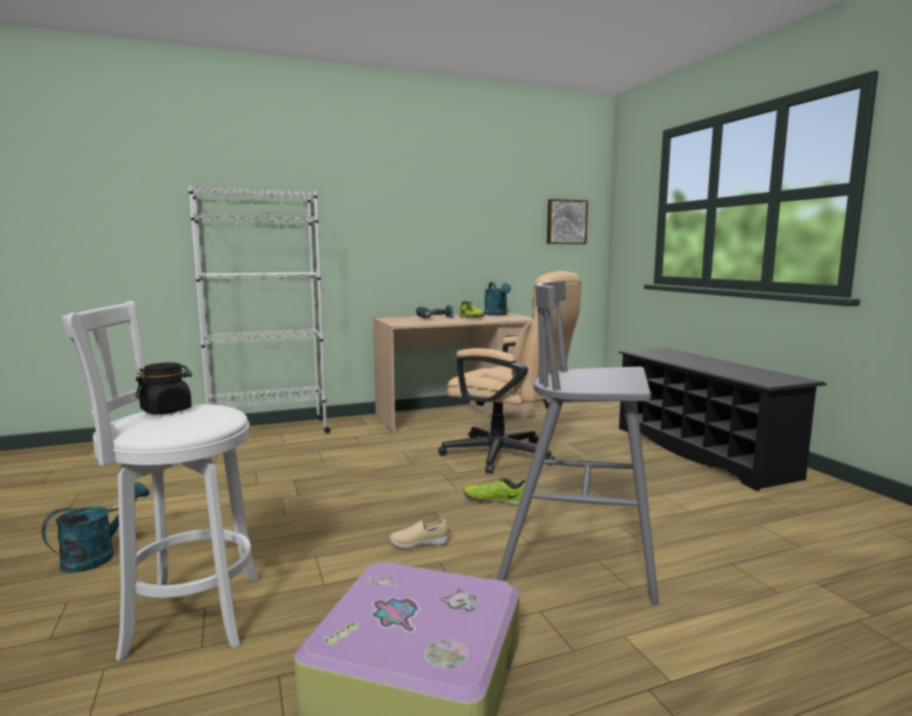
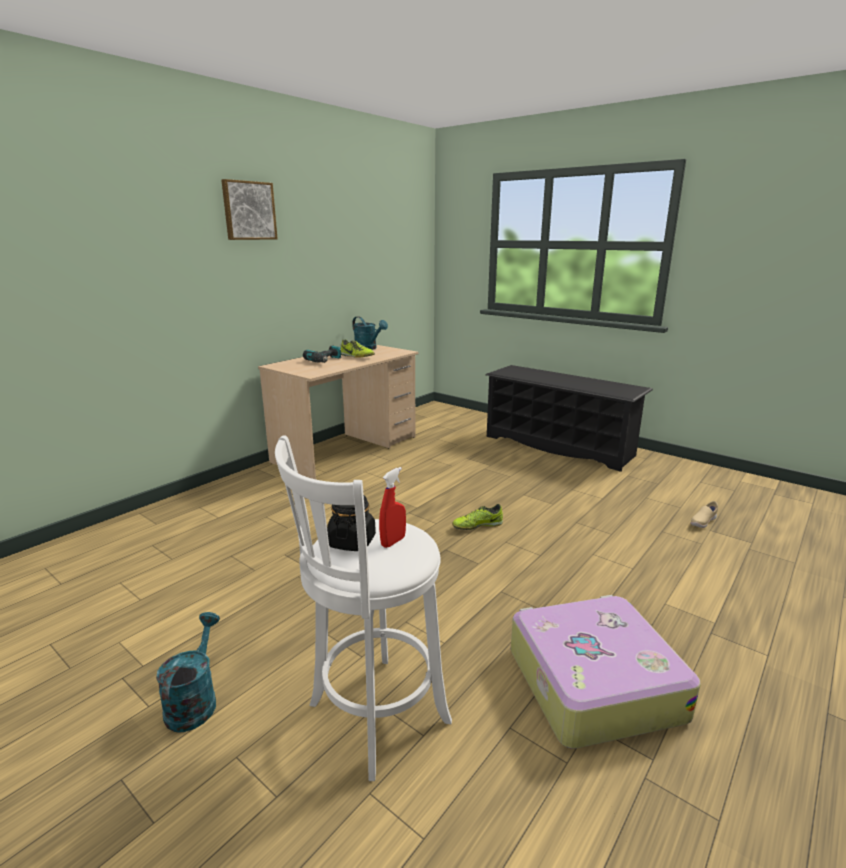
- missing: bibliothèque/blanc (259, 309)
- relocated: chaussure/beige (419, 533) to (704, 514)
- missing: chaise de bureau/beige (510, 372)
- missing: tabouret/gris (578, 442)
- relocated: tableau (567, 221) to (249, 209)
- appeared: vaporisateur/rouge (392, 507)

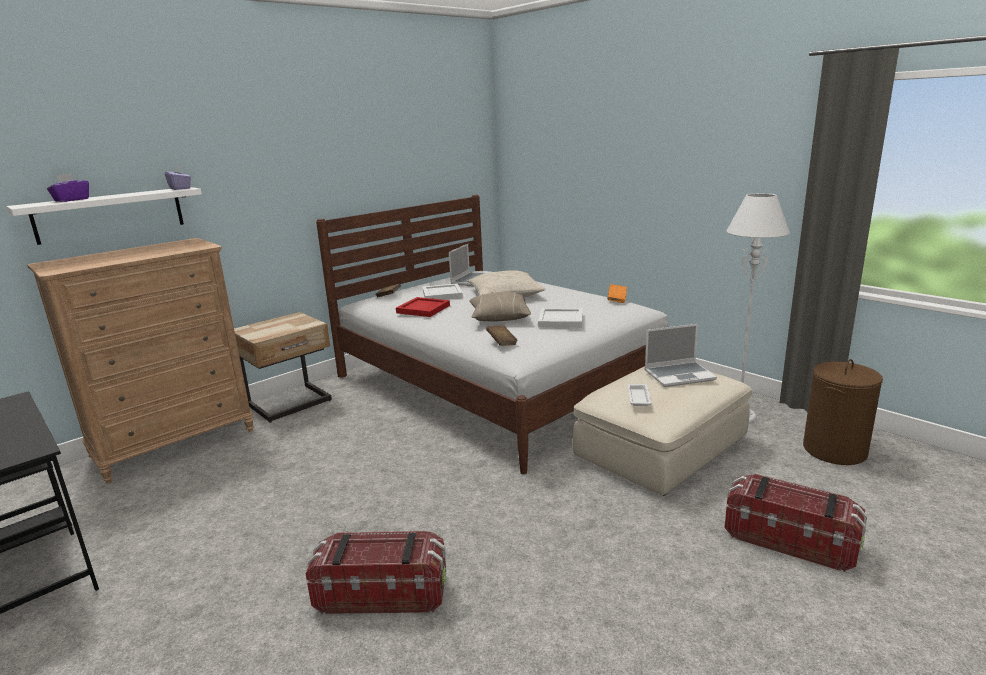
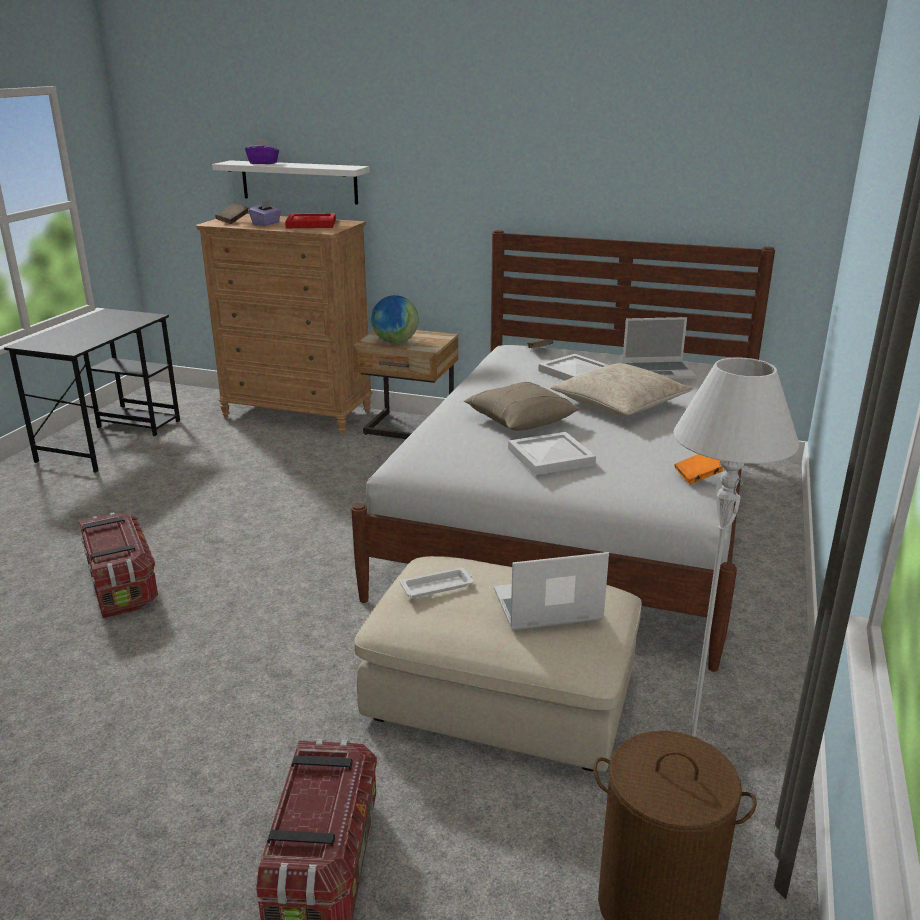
- relocated: boîte à mouchoirs/violet (178, 177) to (265, 213)
- relocated: plateau/rouge (423, 307) to (310, 220)
- relocated: livre/marron (502, 335) to (232, 213)
- spun: ordinateur portable (680, 355) = (551, 591) 120 degrees clockwise
- appeared: globe (395, 319)

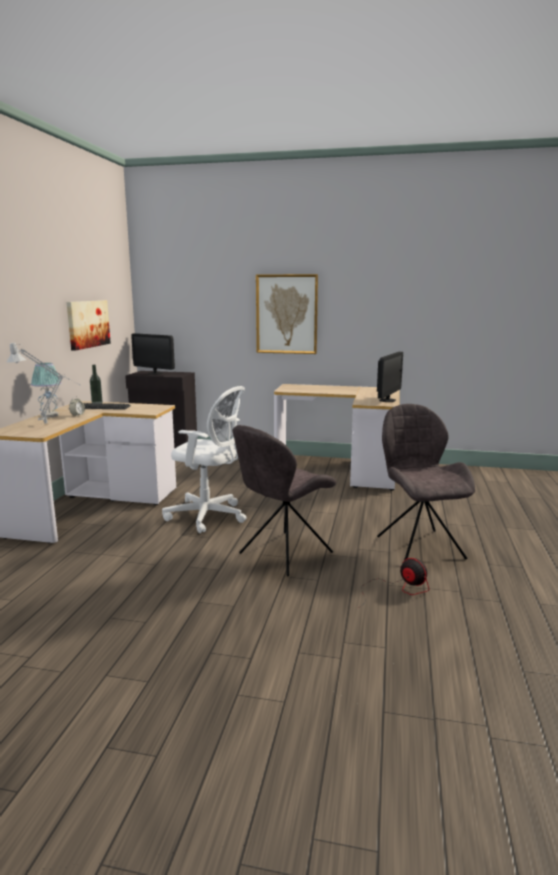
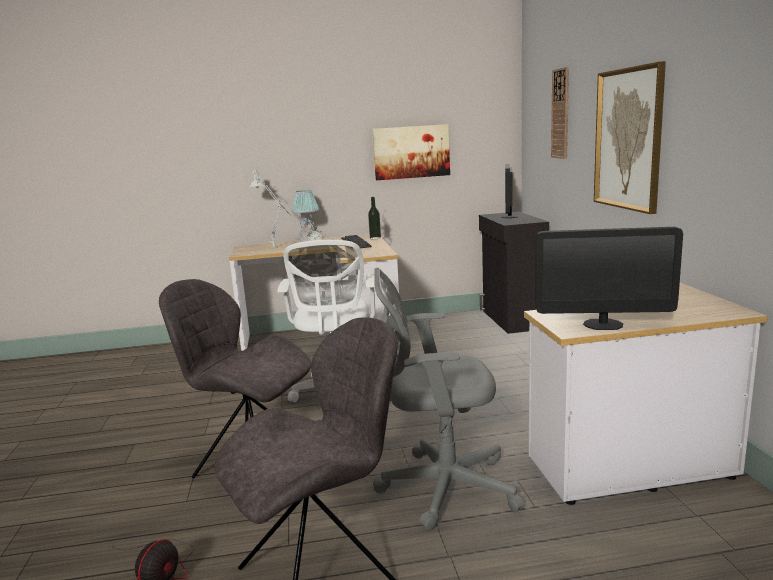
- appeared: chaise de bureau/gris (449, 398)
- appeared: horloge murale (560, 113)

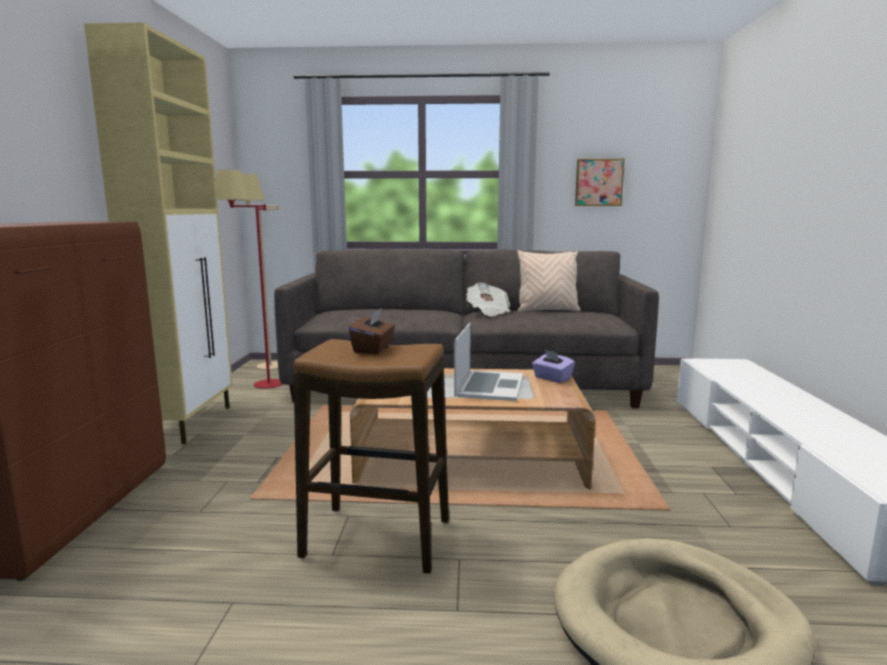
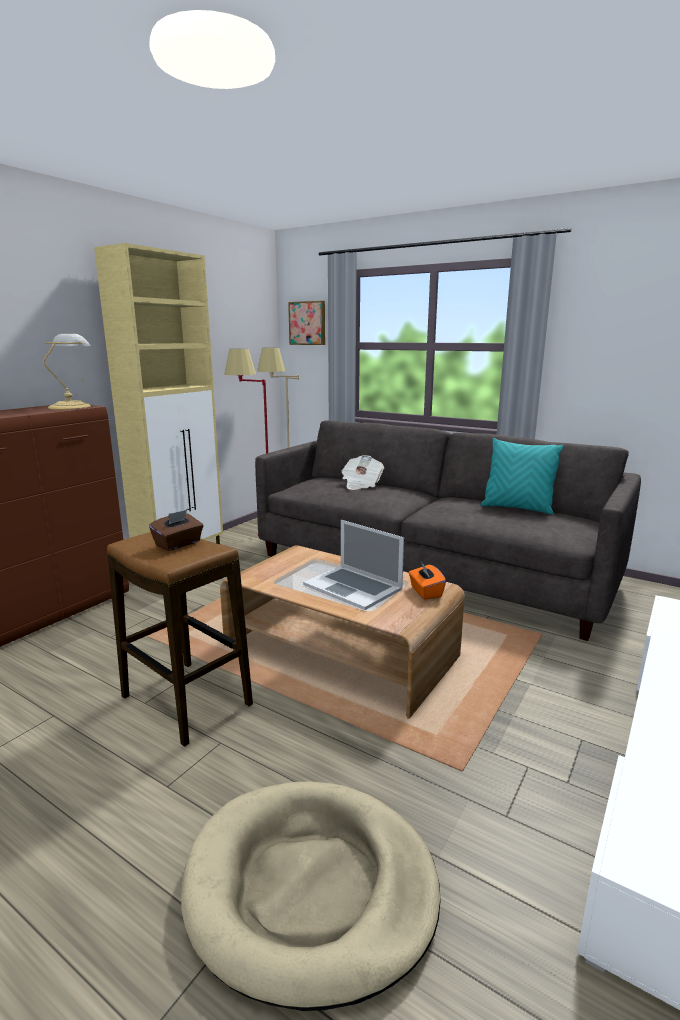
- spun: ordinateur portable (488, 361) = (353, 565) 90 degrees clockwise
- relocated: journal (488, 299) to (362, 472)
- colour: coussin/beige (549, 281) to coussin/turquoise (522, 476)
- colour: boîte à mouchoirs/violet (553, 366) to boîte à mouchoirs/orange (427, 580)
- relocated: tableau (600, 182) to (306, 323)
- appeared: lampe de table (67, 372)

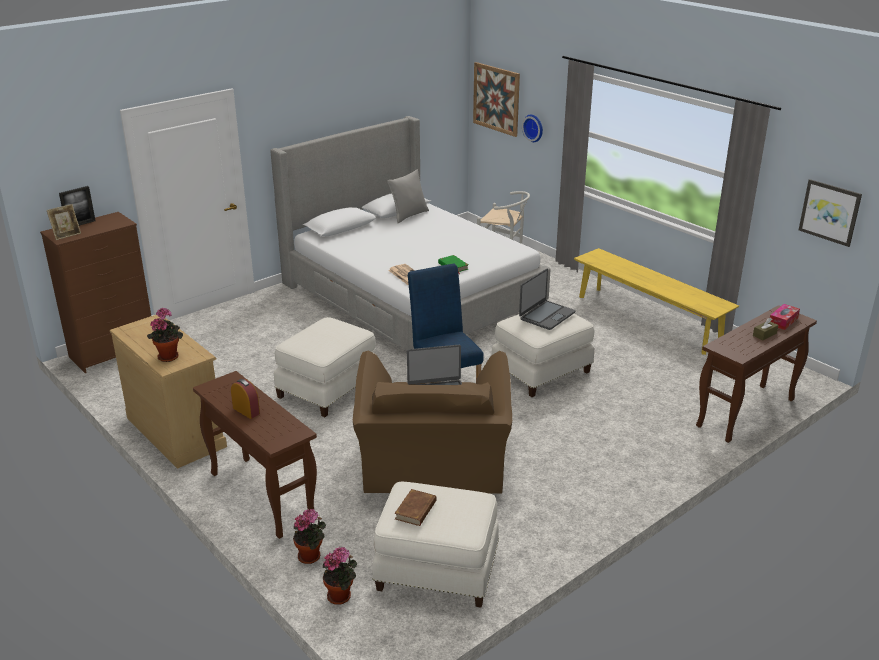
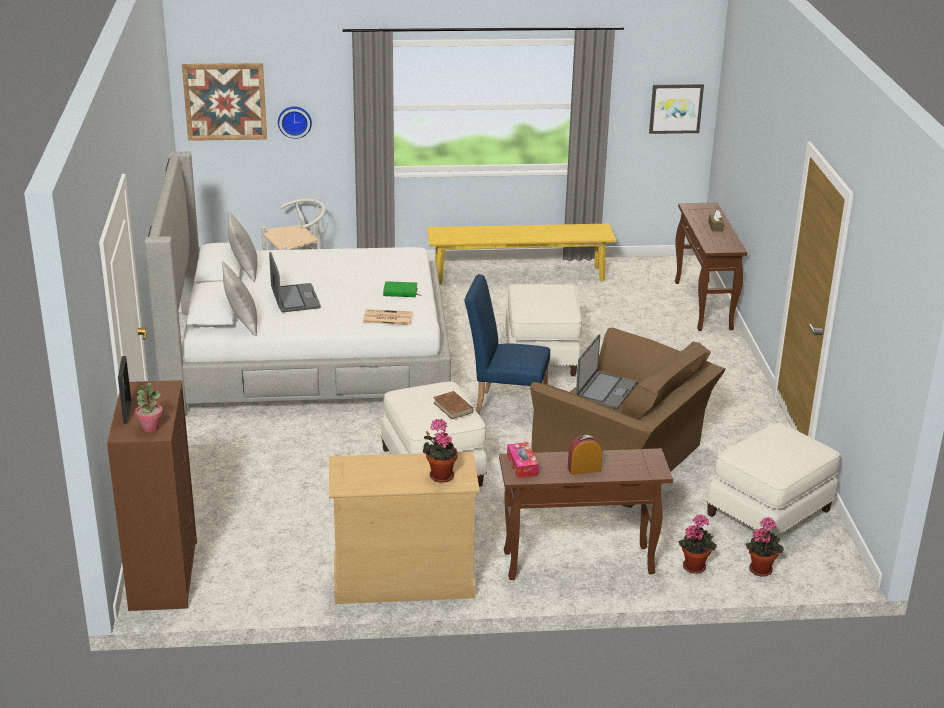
- exchanged: cadre photo (64, 222) to plante en pot (149, 407)
- relocated: livre/marron (415, 507) to (453, 405)
- relocated: ordinateur portable (547, 299) to (295, 282)
- relocated: boîte à mouchoirs (785, 317) to (523, 460)
- appeared: coussin/gris (239, 298)

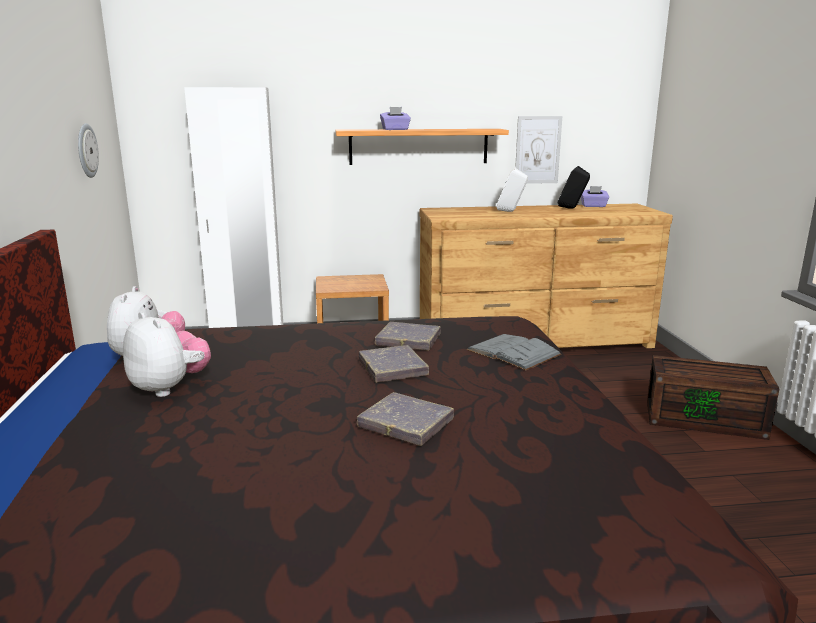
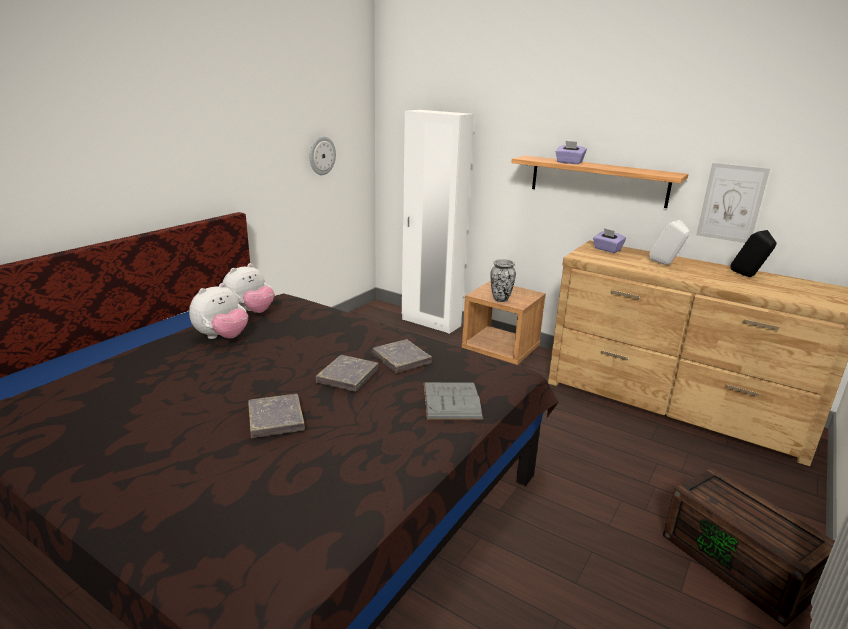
- spun: peluche (167, 354) = (218, 311) 45 degrees clockwise
- relocated: boîte à mouchoirs/violet (595, 196) to (609, 240)
- appeared: vase (503, 280)

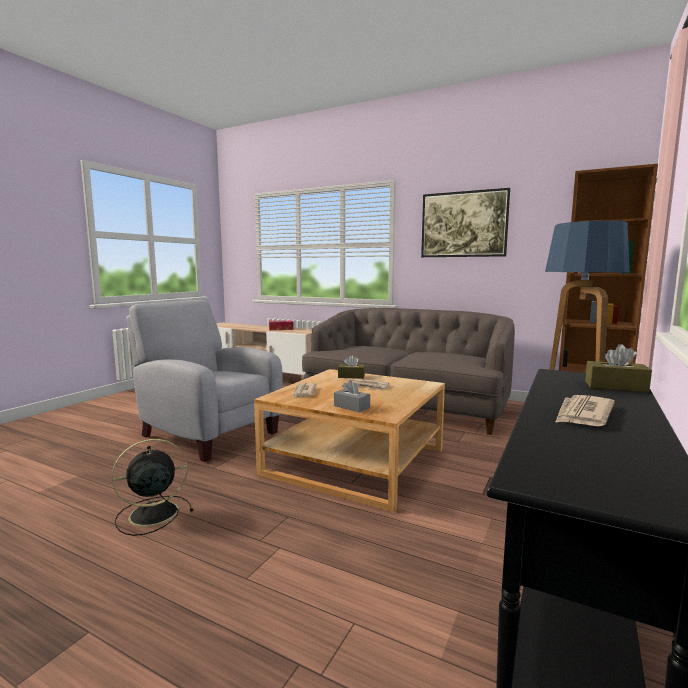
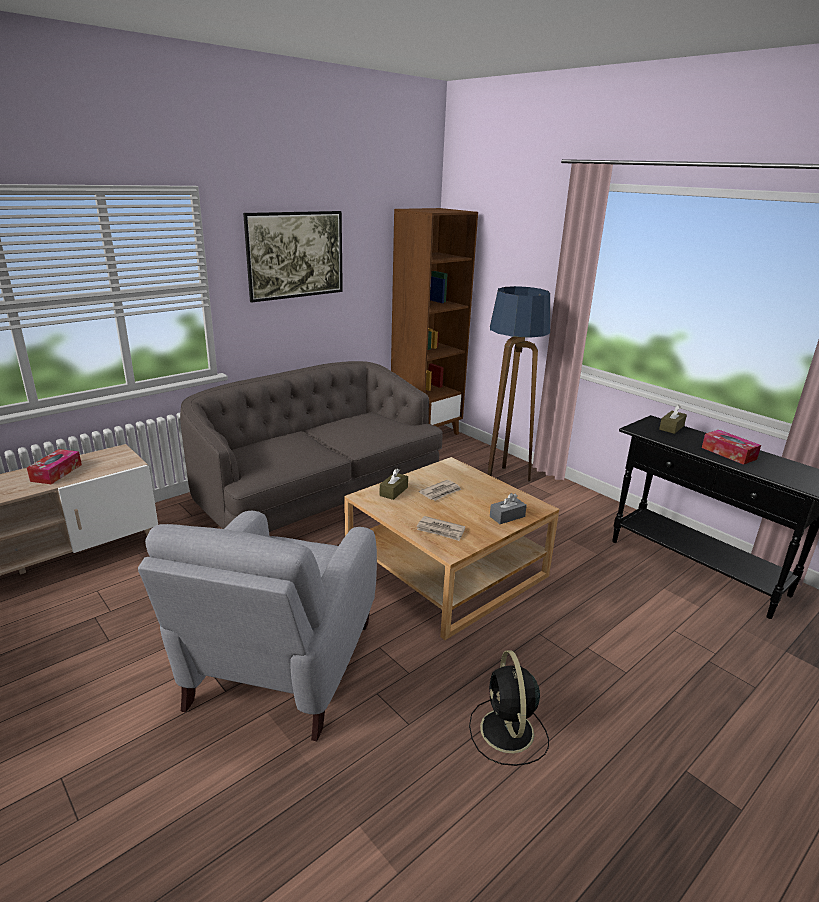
- spun: fauteuil/gris (204, 381) = (257, 626) 45 degrees counterclockwise
- exchanged: journal (585, 410) to boîte à mouchoirs (731, 447)

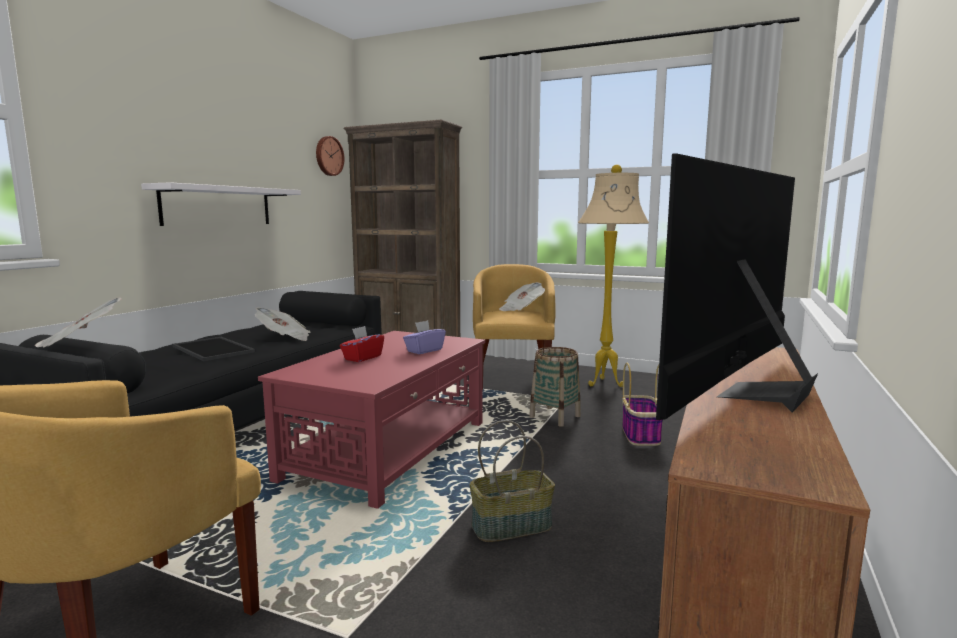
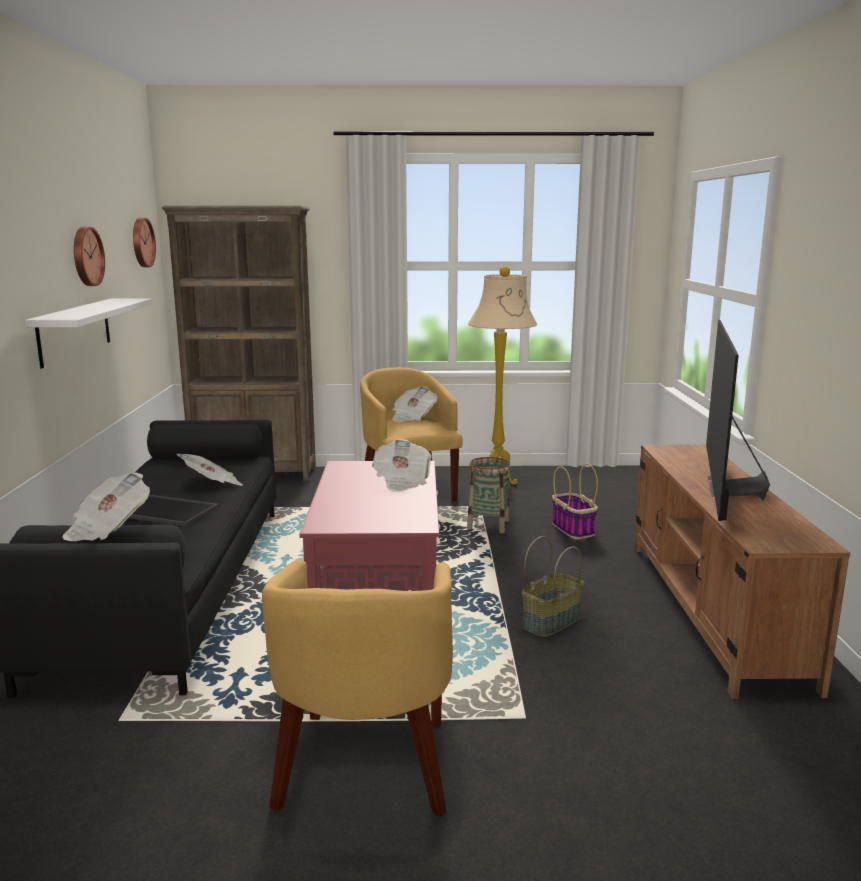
- missing: boîte à mouchoirs/rouge (362, 344)
- exchanged: boîte à mouchoirs/violet (424, 337) to journal (402, 465)
- appeared: horloge murale (89, 256)

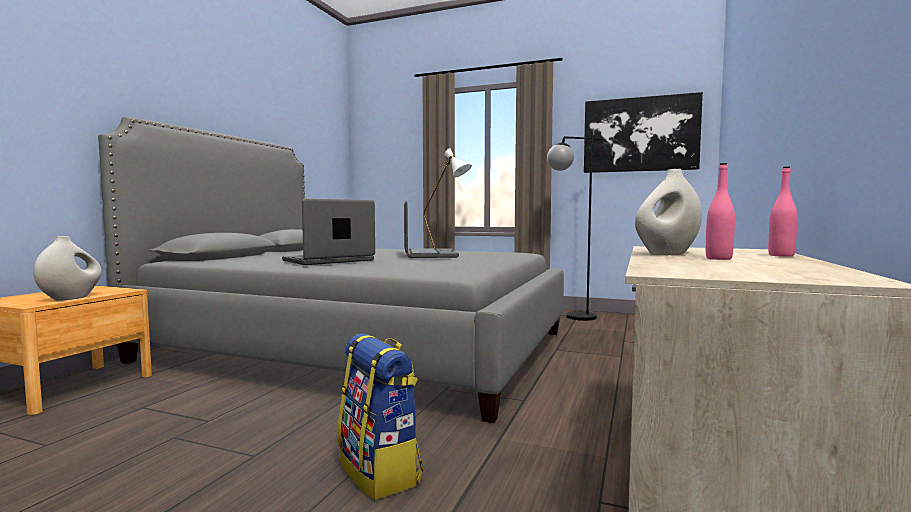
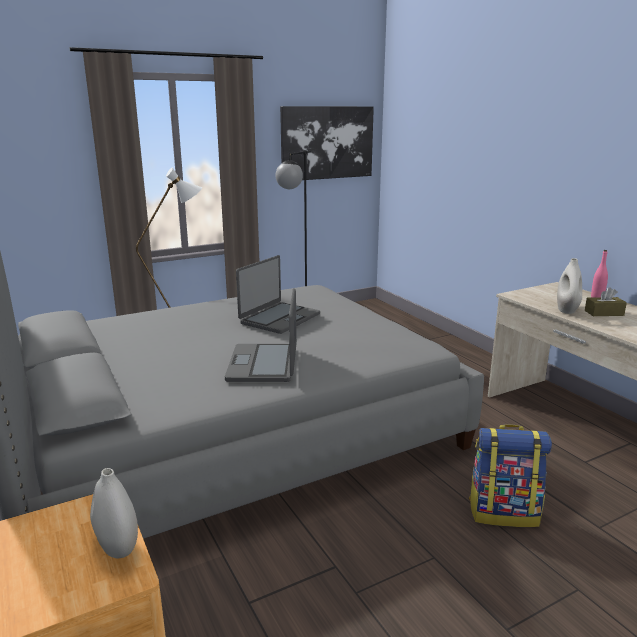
- spun: ordinateur portable (431, 229) = (278, 294) 90 degrees clockwise
- exchanged: bouteille/rose (720, 211) to boîte à mouchoirs/marron (606, 301)

